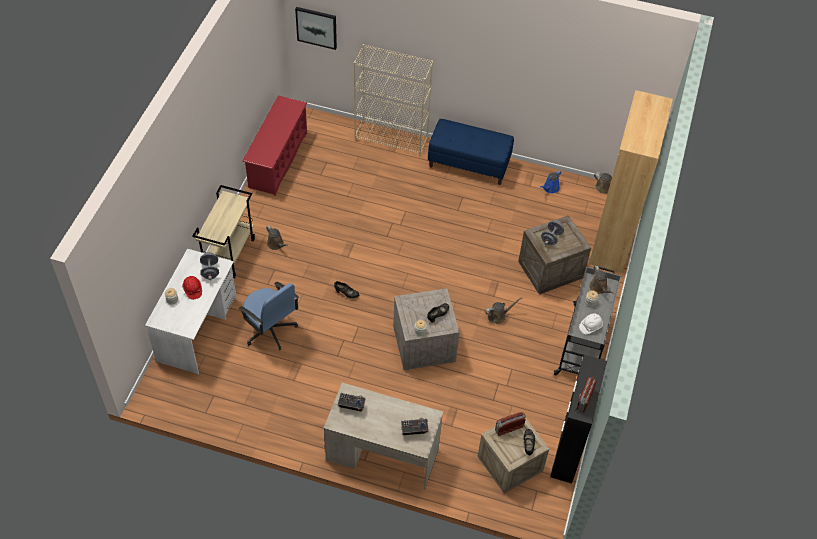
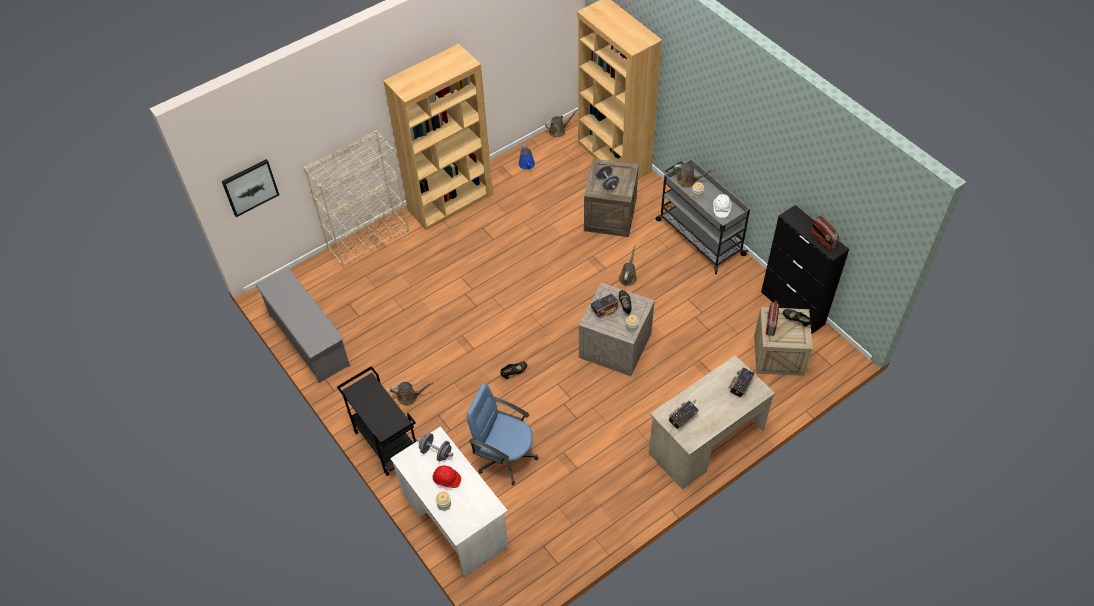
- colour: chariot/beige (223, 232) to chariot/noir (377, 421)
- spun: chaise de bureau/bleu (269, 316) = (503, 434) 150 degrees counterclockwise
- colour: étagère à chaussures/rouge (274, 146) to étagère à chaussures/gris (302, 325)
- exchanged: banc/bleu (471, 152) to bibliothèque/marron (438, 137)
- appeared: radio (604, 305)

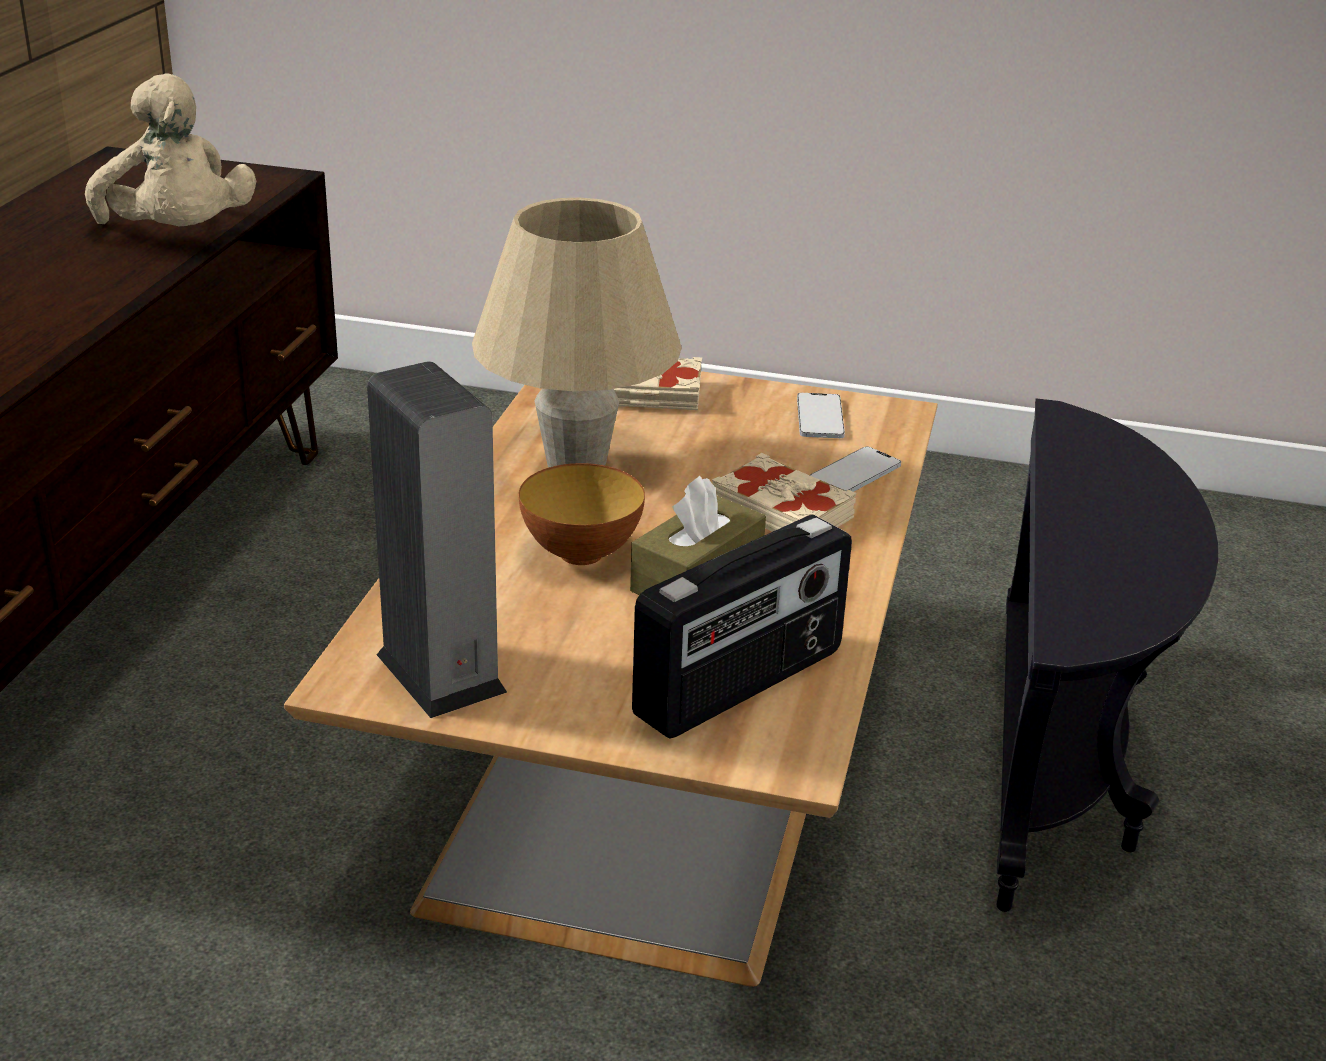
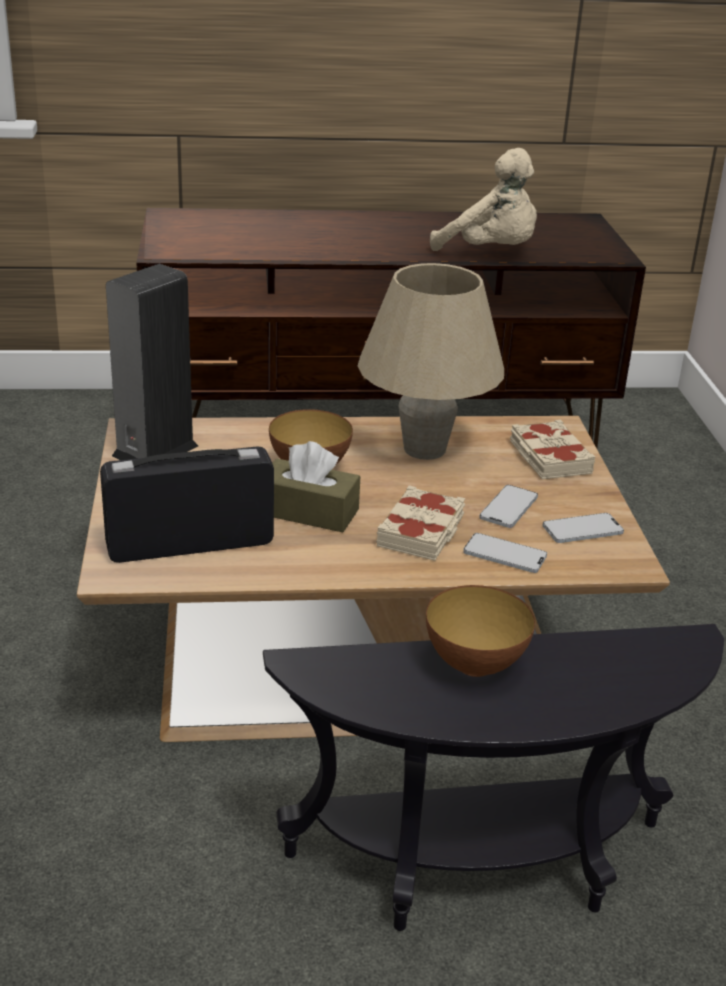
- spun: peluche/beige (170, 149) = (483, 199) 90 degrees counterclockwise
- spun: radio (742, 627) = (187, 504) 135 degrees clockwise
- appeared: bol (480, 631)
- appeared: téléphone (508, 506)

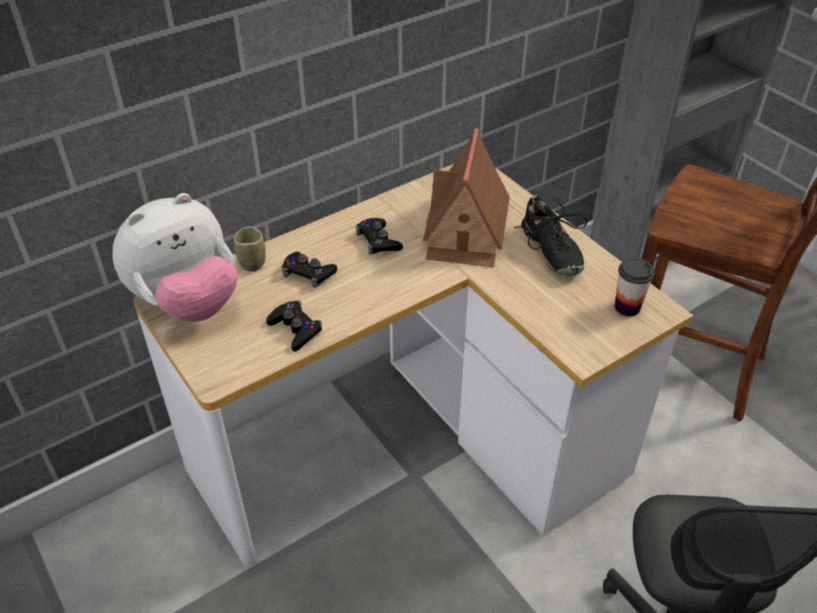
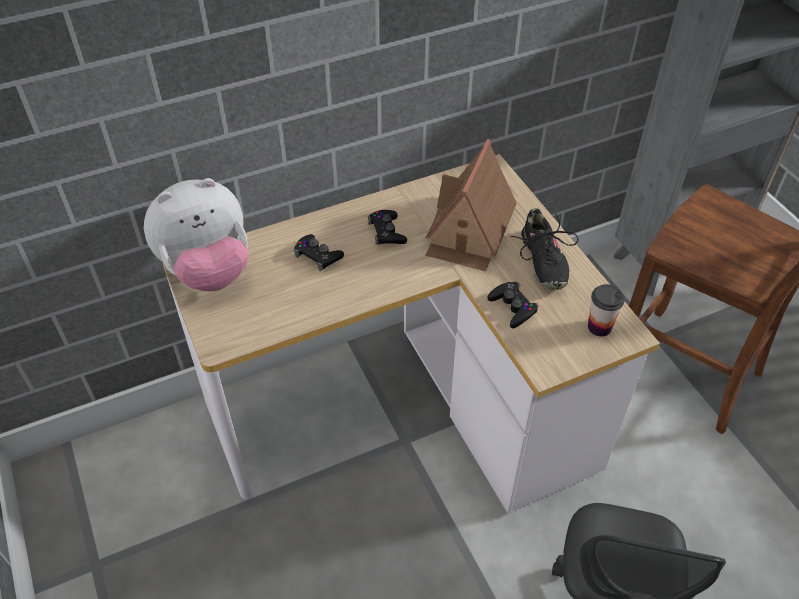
- missing: tasse (250, 249)
- relocated: manette/noir (294, 326) to (513, 305)

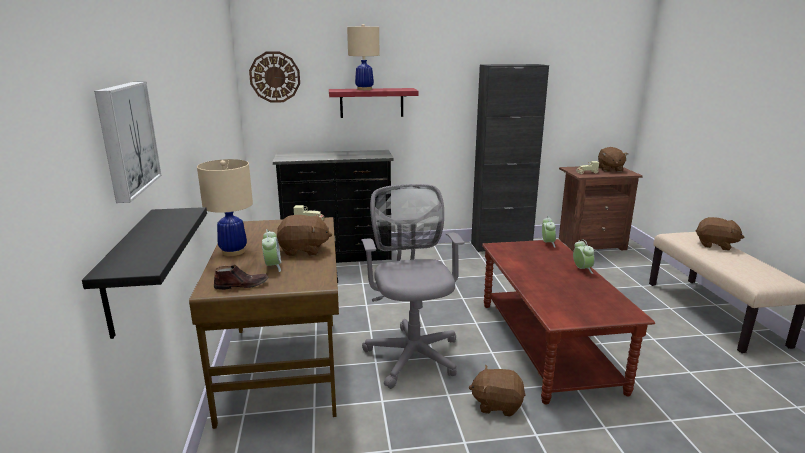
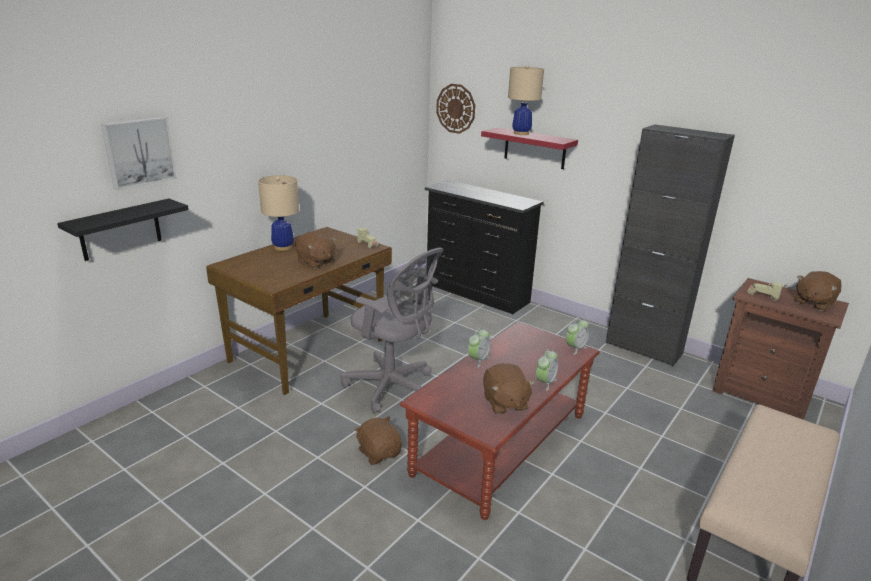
- missing: chaussure/marron (241, 277)
- relocated: réveil (271, 250) to (479, 347)
- spun: chaise de bureau/gris (413, 286) = (392, 331) 90 degrees clockwise
- relocated: peluche/marron (719, 234) to (509, 389)

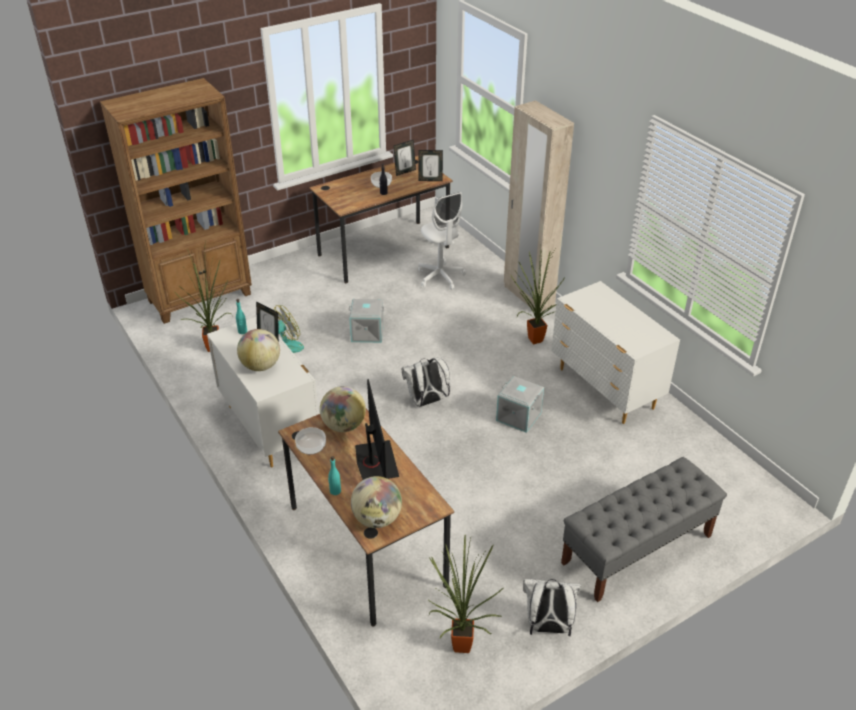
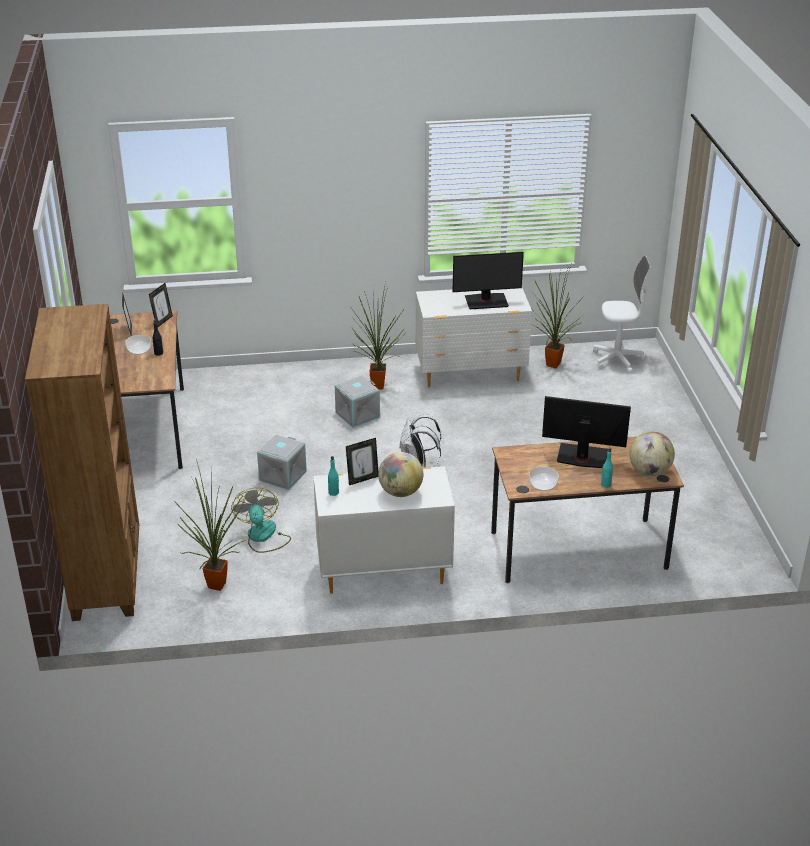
- missing: globe (343, 409)
- relocated: chaise de bureau/blanc (442, 241) to (621, 314)
- relocated: plante en pot (466, 594) to (558, 316)
- relocated: boîte de rangement/gris (520, 404) to (357, 402)
- missing: armoire/beige (539, 206)
- missing: sac à dos/blanc (552, 607)
- missing: banc/gris (644, 529)
- appeared: écran d'ordinateur (488, 280)

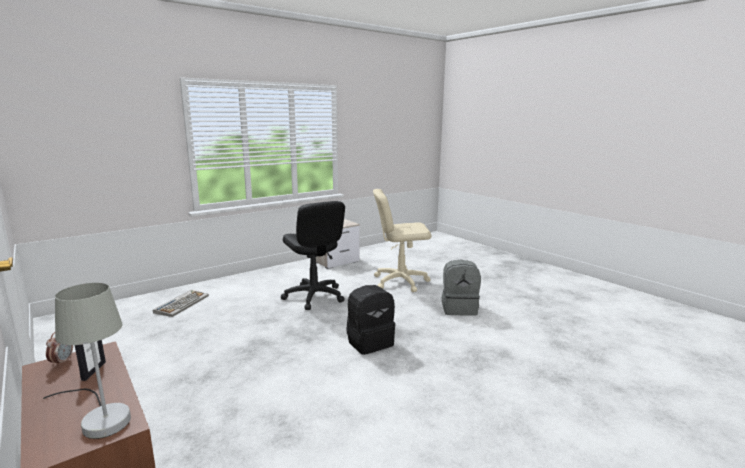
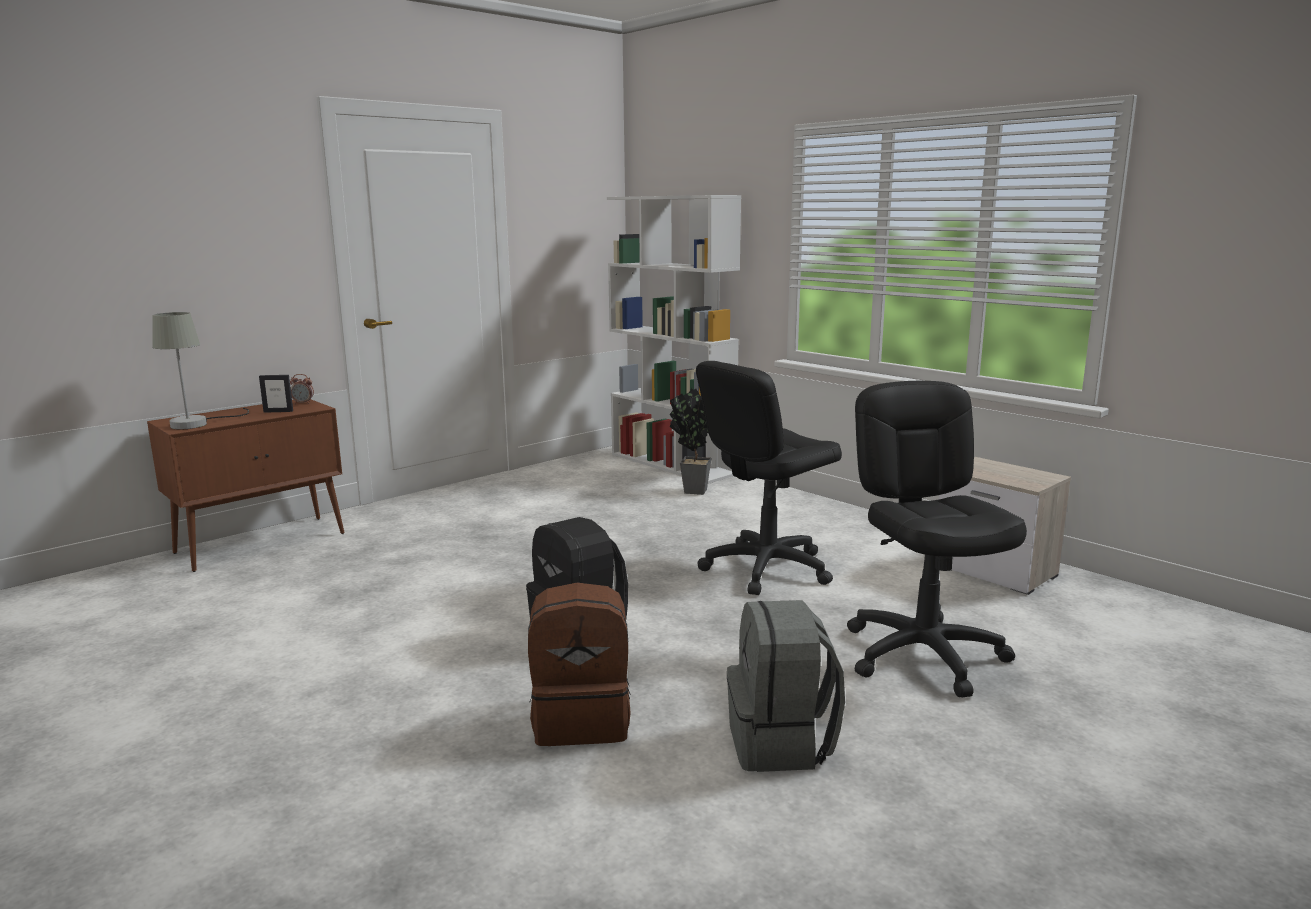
- exchanged: clavier (181, 303) to plante en pot (690, 441)
- colour: chaise de bureau/beige (402, 240) to chaise de bureau/noir (937, 539)
- appeared: sac à dos/marron (579, 664)
- appeared: bibliothèque/blanc (674, 339)

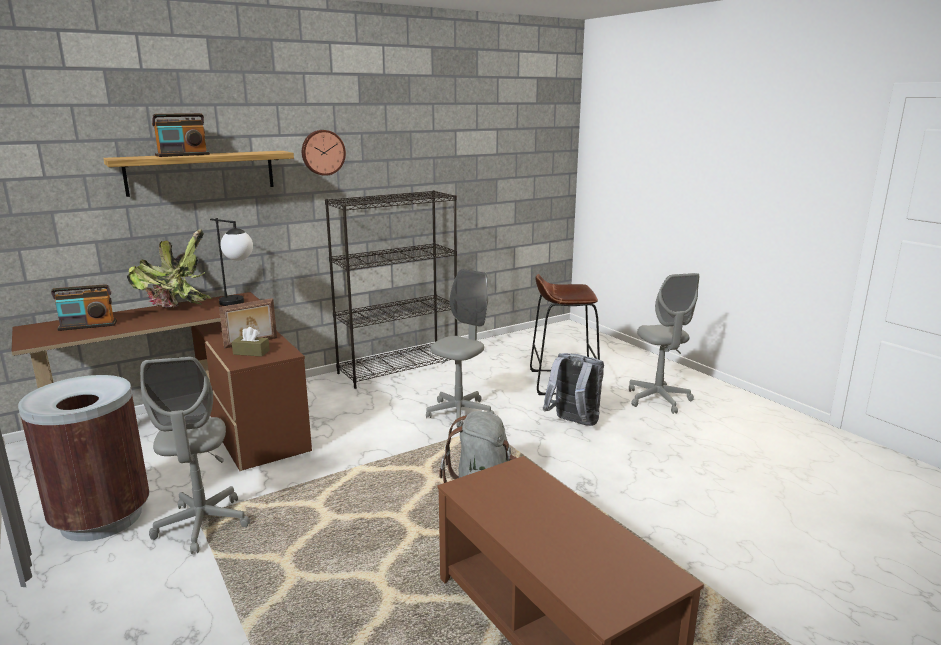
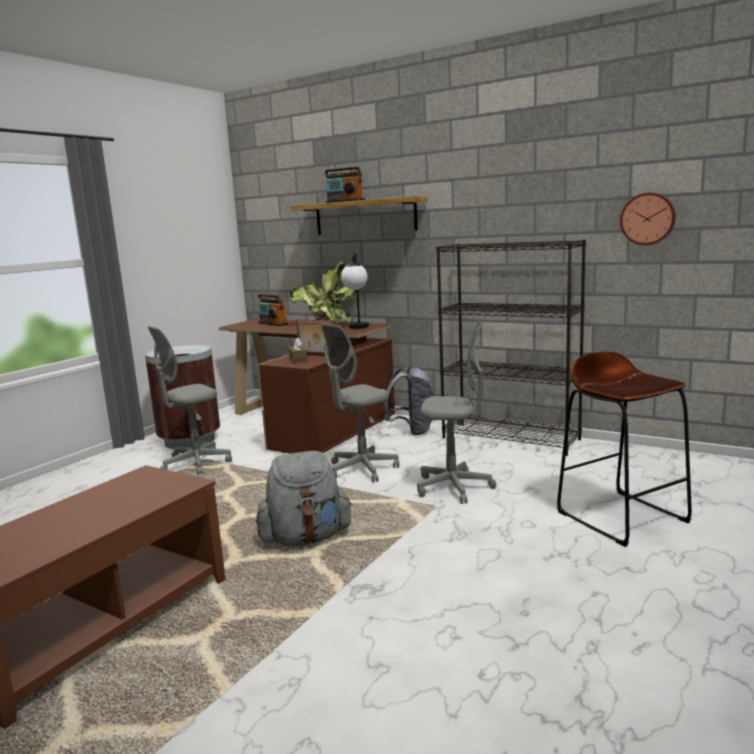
- relocated: horloge murale (324, 153) to (648, 219)
- relocated: sac à dos/gris (573, 389) to (408, 400)
- relocated: chaise de bureau/gris (664, 343) to (360, 402)

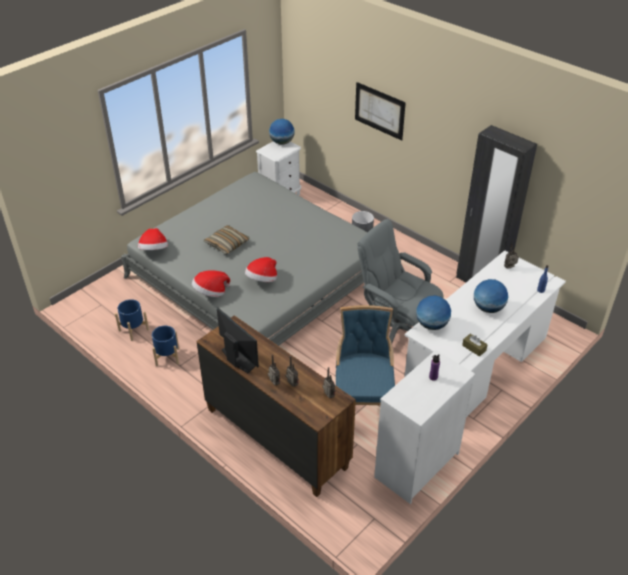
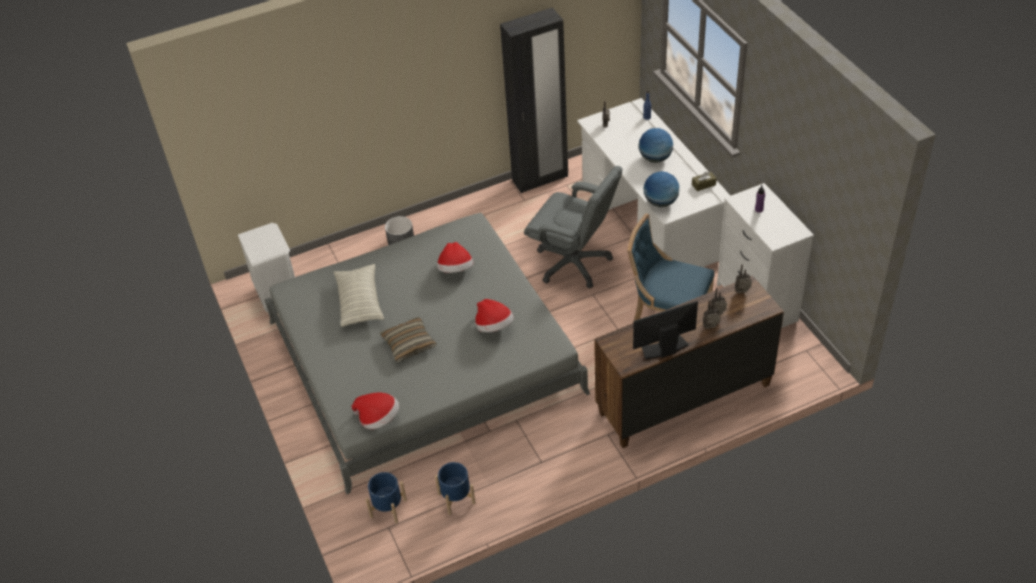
- relocated: cache-pot/bleu (165, 346) to (386, 498)
- relocated: chapeau (211, 283) to (455, 257)
- missing: globe (282, 132)
- missing: tableau (380, 111)
- spun: chaise de bureau/gris (400, 281) = (573, 227) 120 degrees counterclockwise
- appeared: coussin (359, 295)

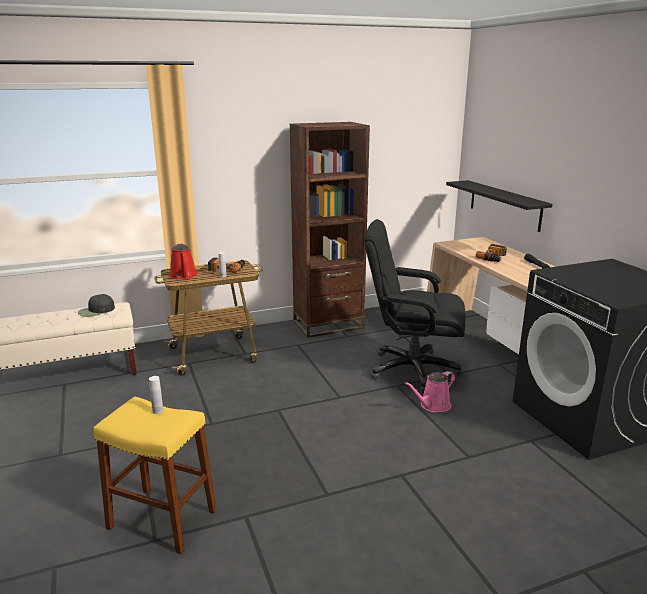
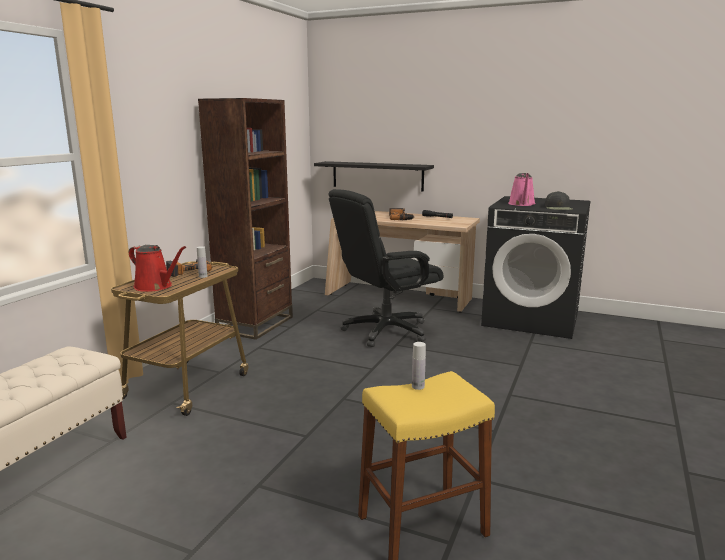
- relocated: casquette/noir (96, 305) to (559, 200)
- relocated: arrosoir/rose (430, 391) to (522, 189)

